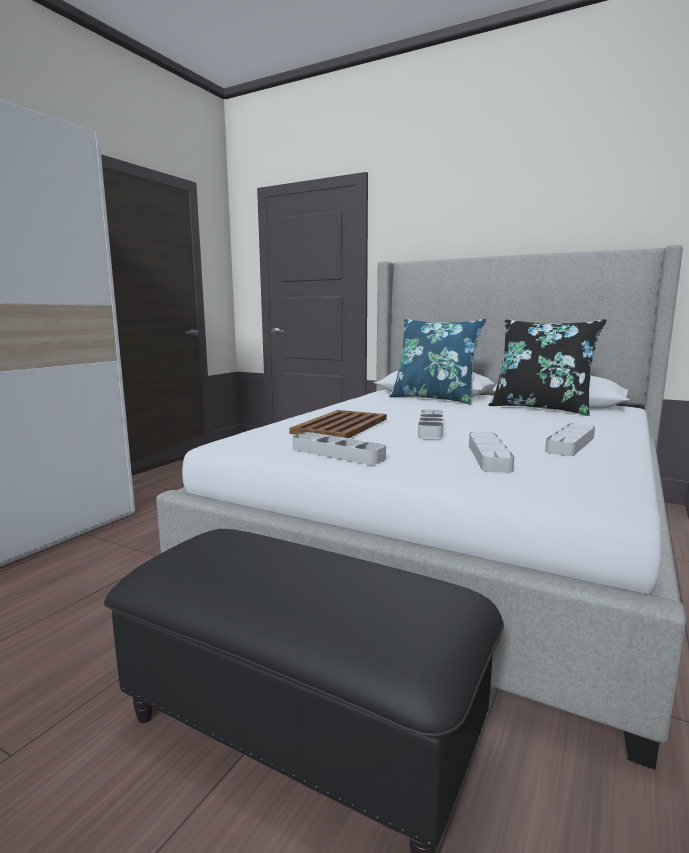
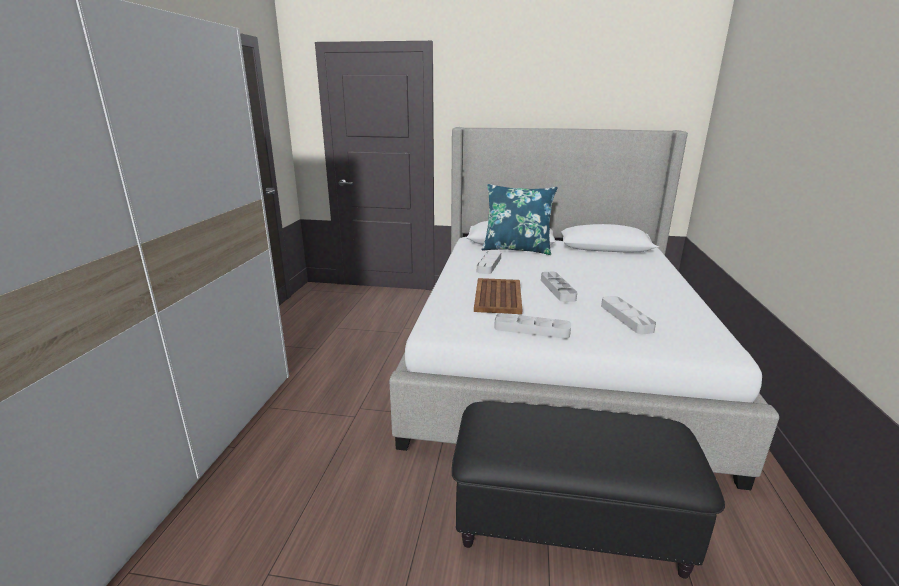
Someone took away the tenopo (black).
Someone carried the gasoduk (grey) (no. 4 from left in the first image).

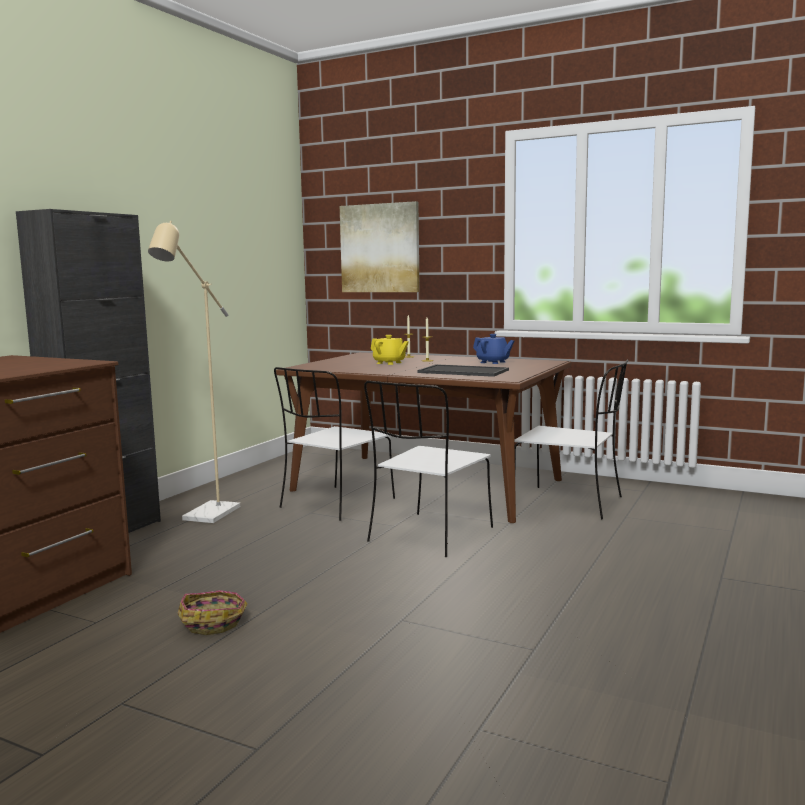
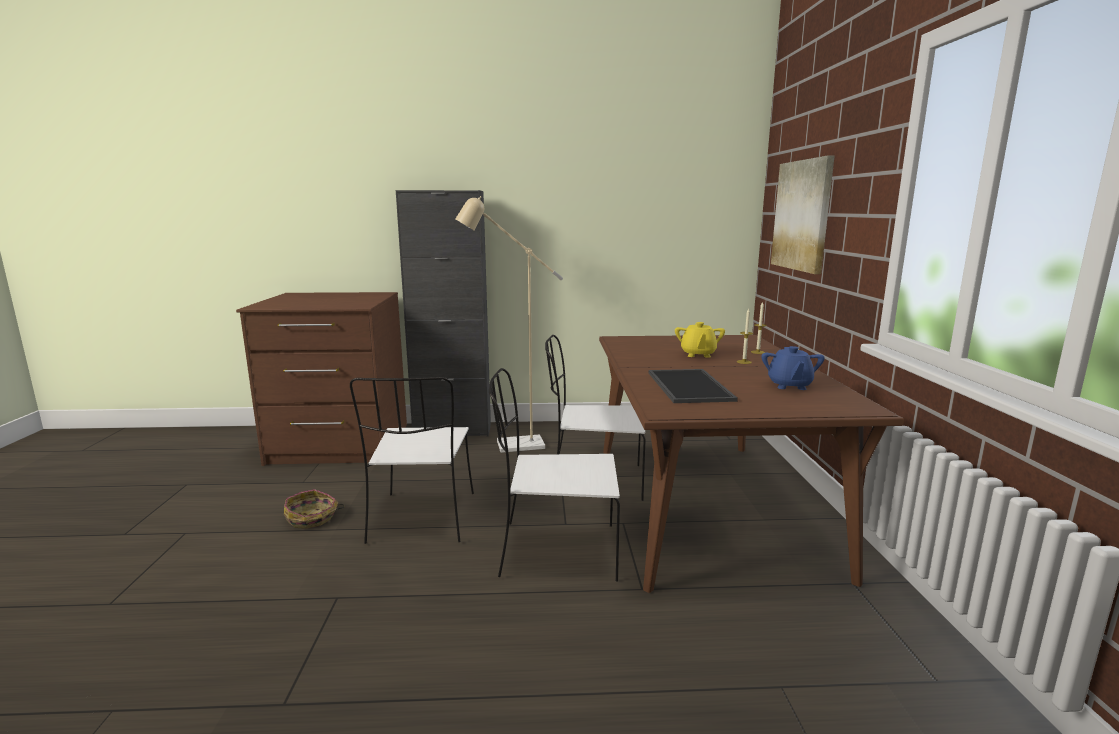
Someone carried the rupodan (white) (no. 3 from left in the first image).

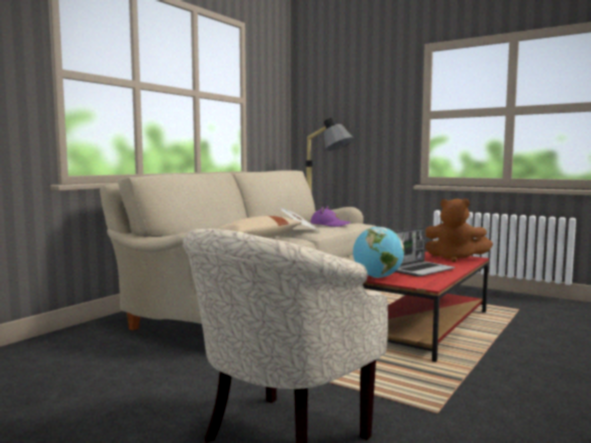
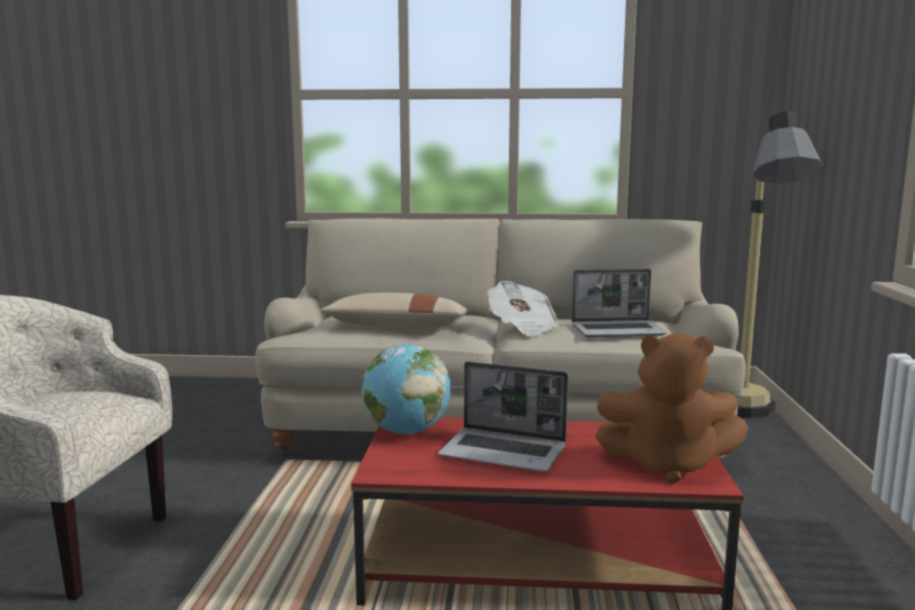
Someone swapped the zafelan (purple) for the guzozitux (no. 2 from left).
Someone rotated the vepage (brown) by 75 degrees counterclockwise.

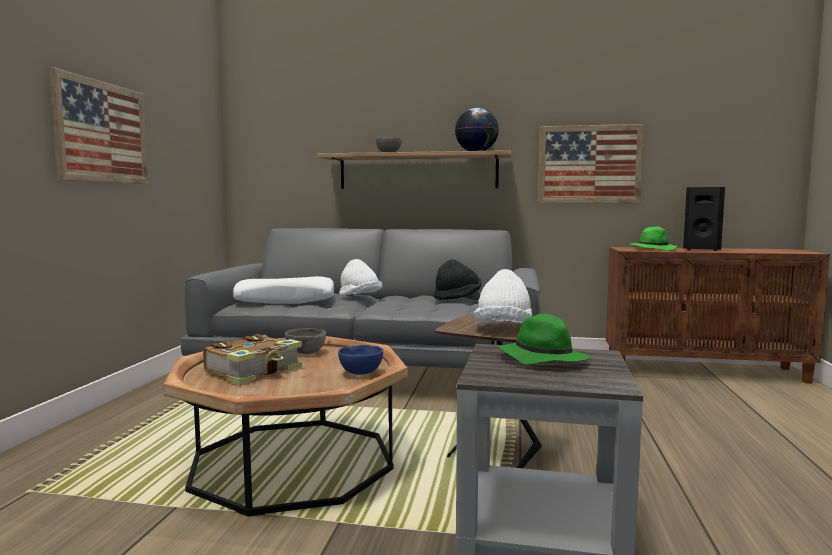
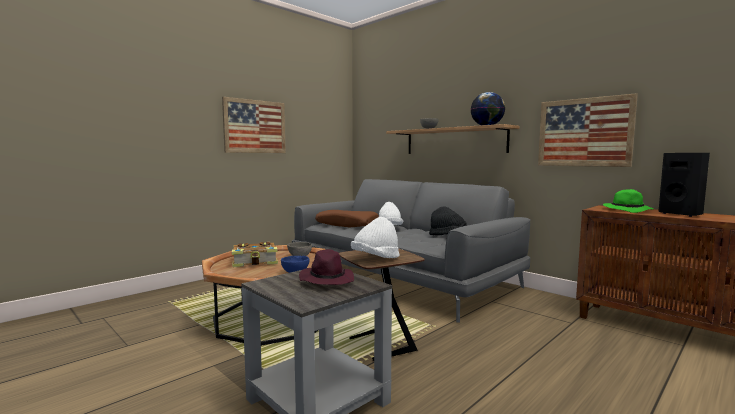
Someone repainted the tenopo (white), which became the tenopo (brown).
Someone repainted the zafelan (green) (no. 1 from left), which became the zafelan (purple).

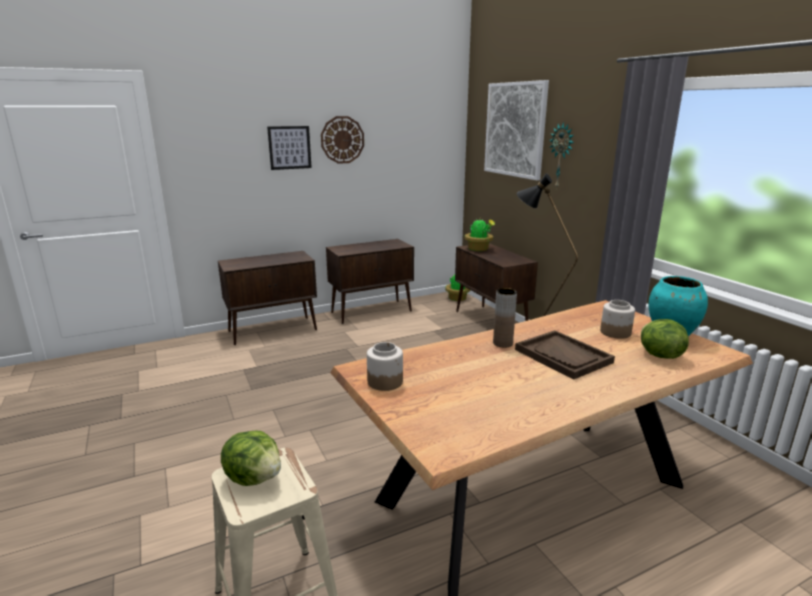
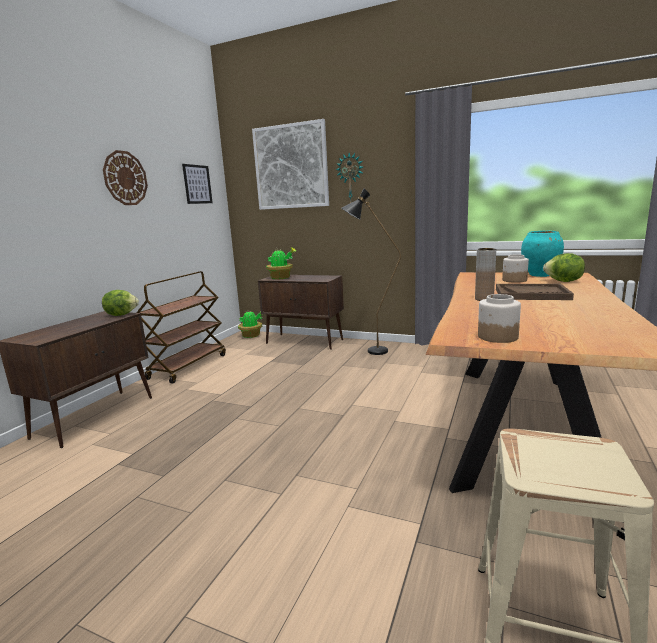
Someone carried the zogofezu (no. 1 from left).
Someone carried the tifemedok (no. 1 from left).
Someone swapped the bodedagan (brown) (no. 2 from left) for the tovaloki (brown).

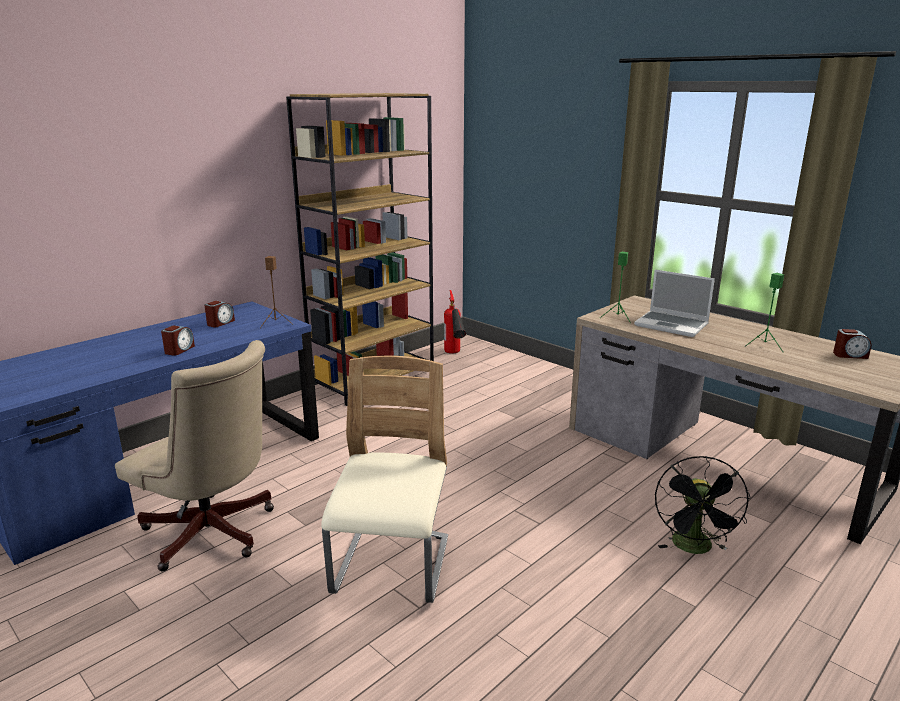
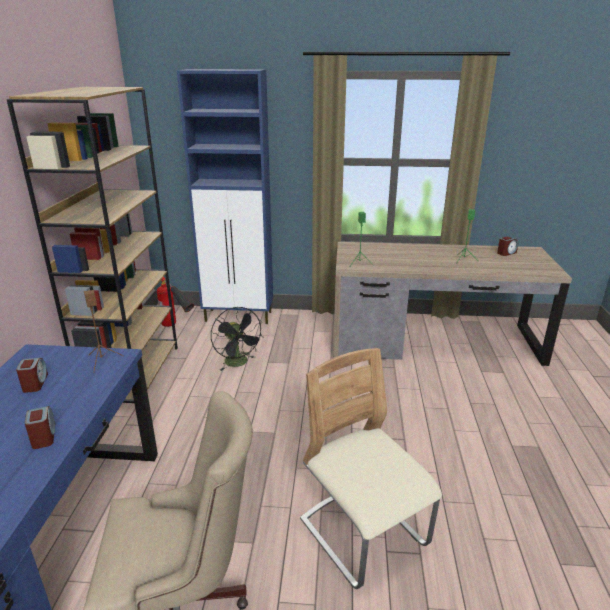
Someone took away the guzozitux.
Someone put down the bodedagan (blue).
Someone carried the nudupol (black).

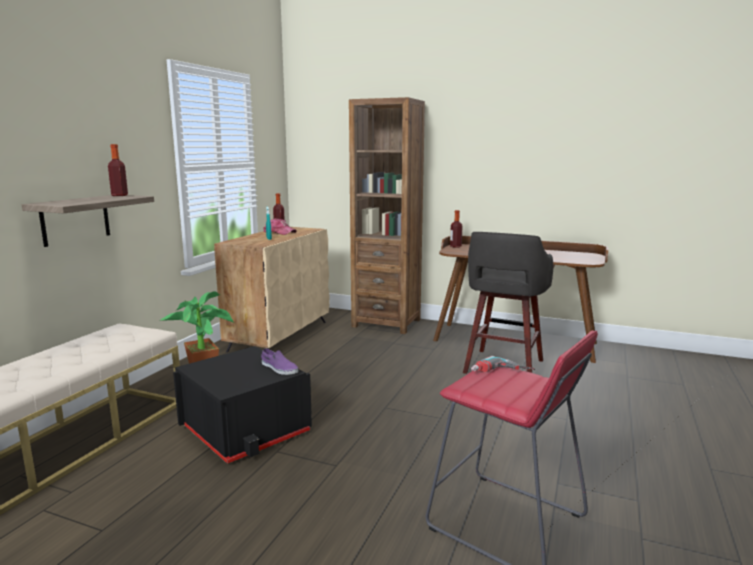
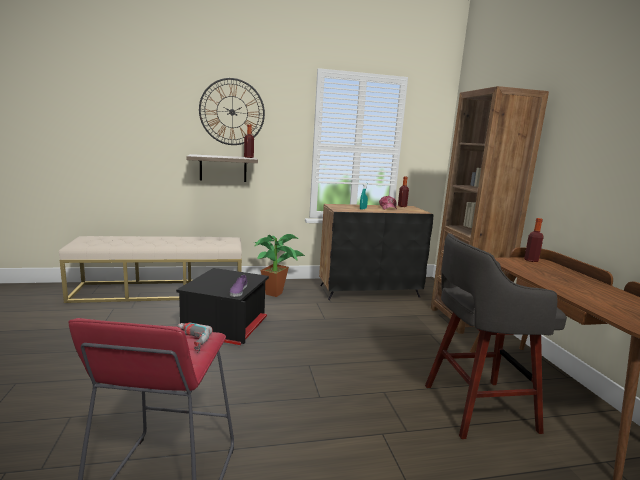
Someone put up the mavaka.
Someone repainted the bodedagan (beige), which became the bodedagan (black).

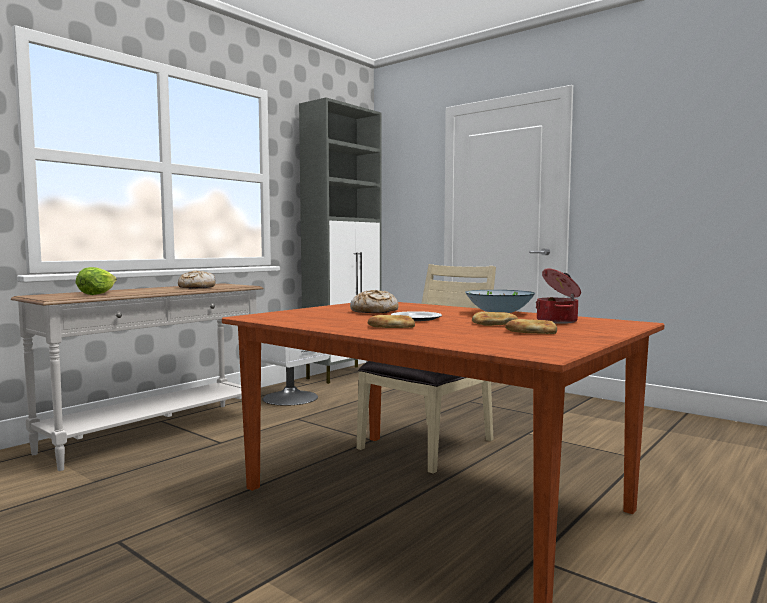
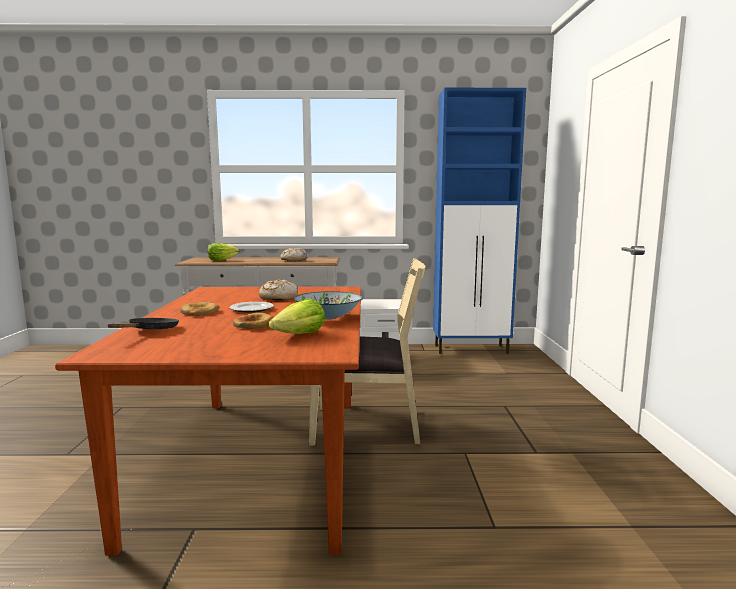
Someone took away the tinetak (no. 5 from left).
Someone put down the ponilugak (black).
Someone swapped the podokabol for the zogofezu (no. 2 from left).
Someone repainted the bodedagan (grey), which became the bodedagan (blue).

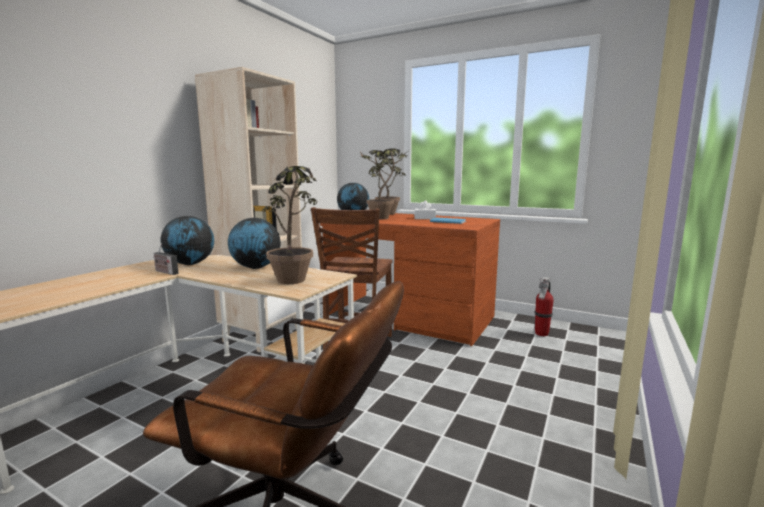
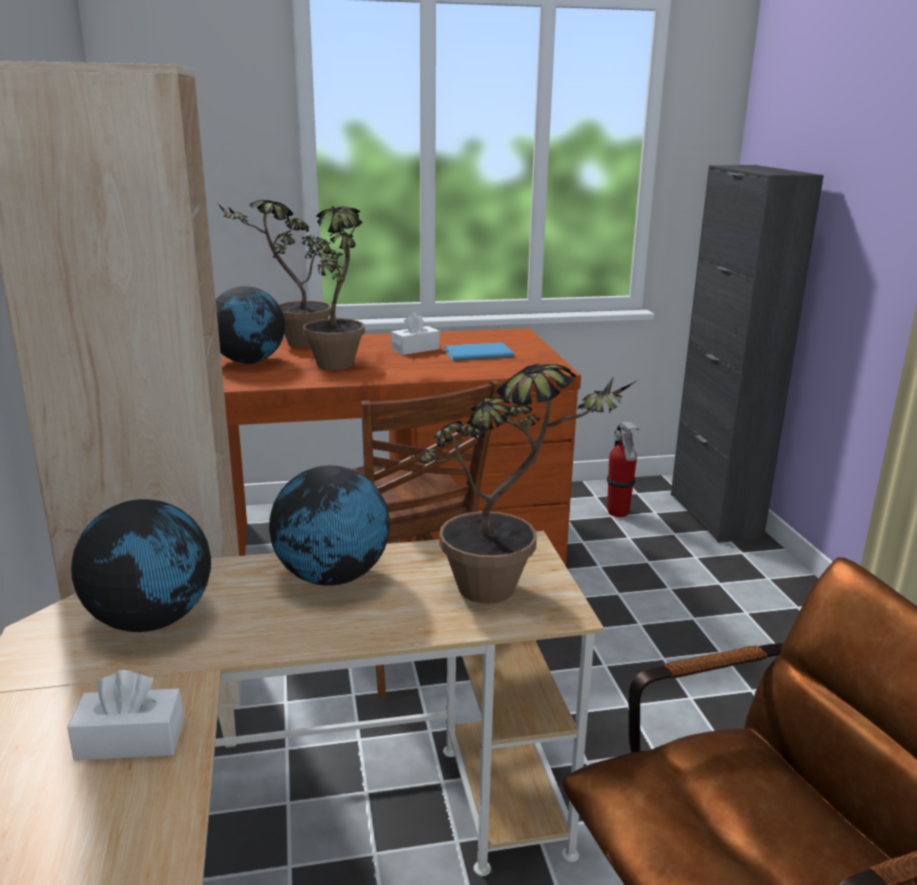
Someone took away the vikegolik.
Someone put down the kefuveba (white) (no. 1 from left).
Someone put down the bodedagan (black).

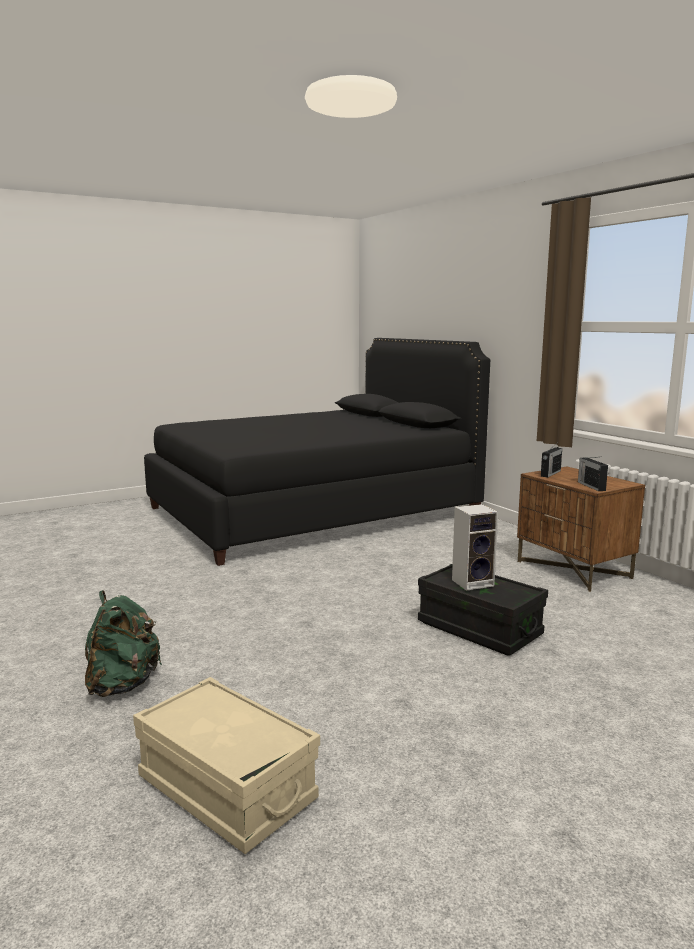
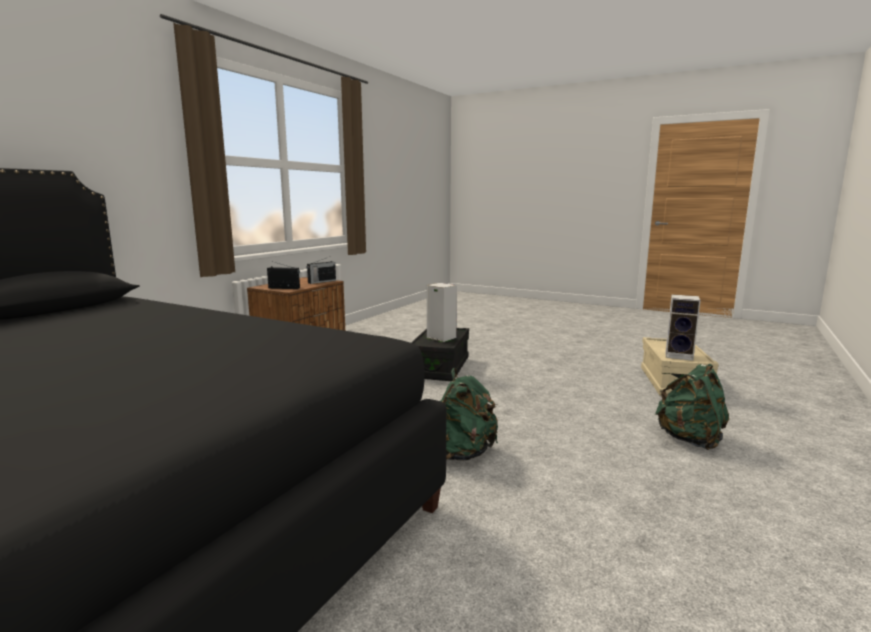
Someone put down the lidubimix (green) (no. 1 from left).
Someone put down the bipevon (no. 2 from left).

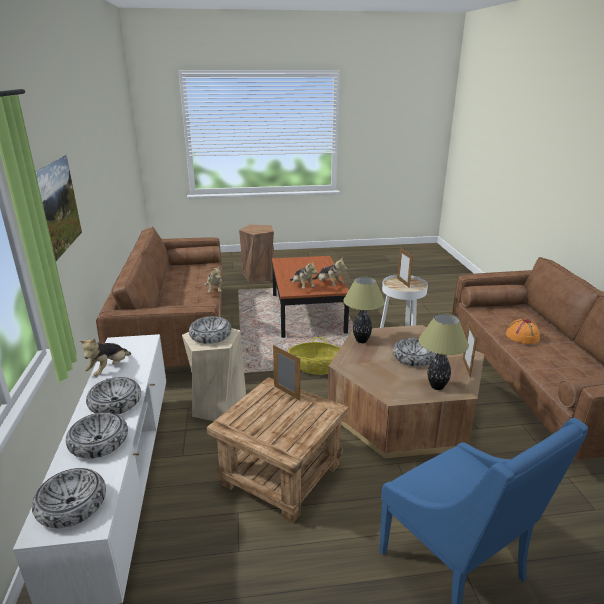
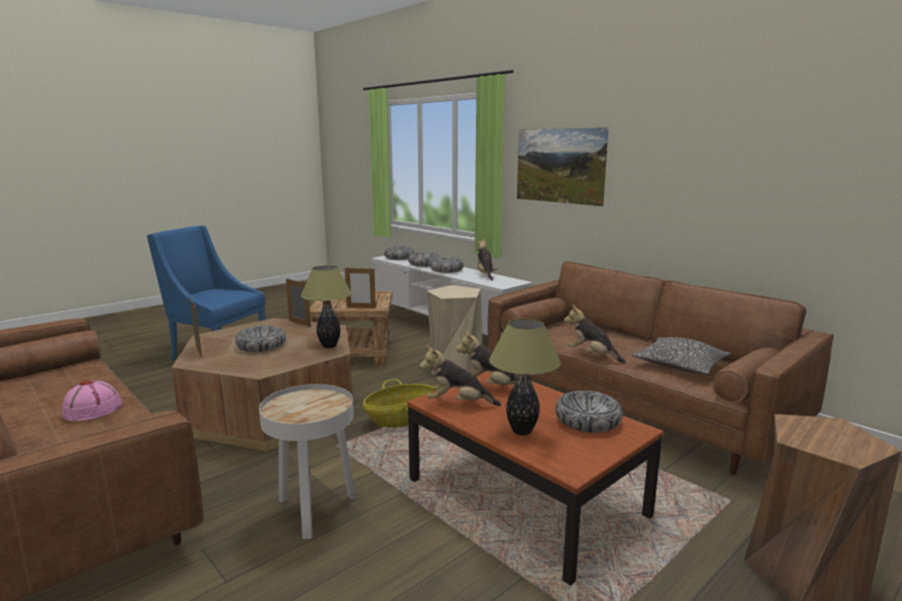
Someone put down the tenopo.
Someone carried the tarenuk (no. 4 from left in the first image).
Someone carried the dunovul (no. 2 from left).
Someone carried the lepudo (no. 2 from left).
Someone repainted the zafelan (orange), which became the zafelan (pink).

